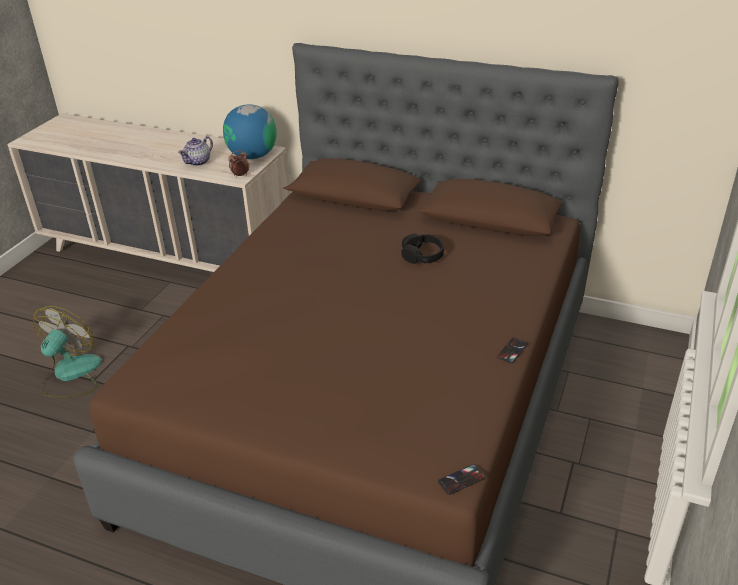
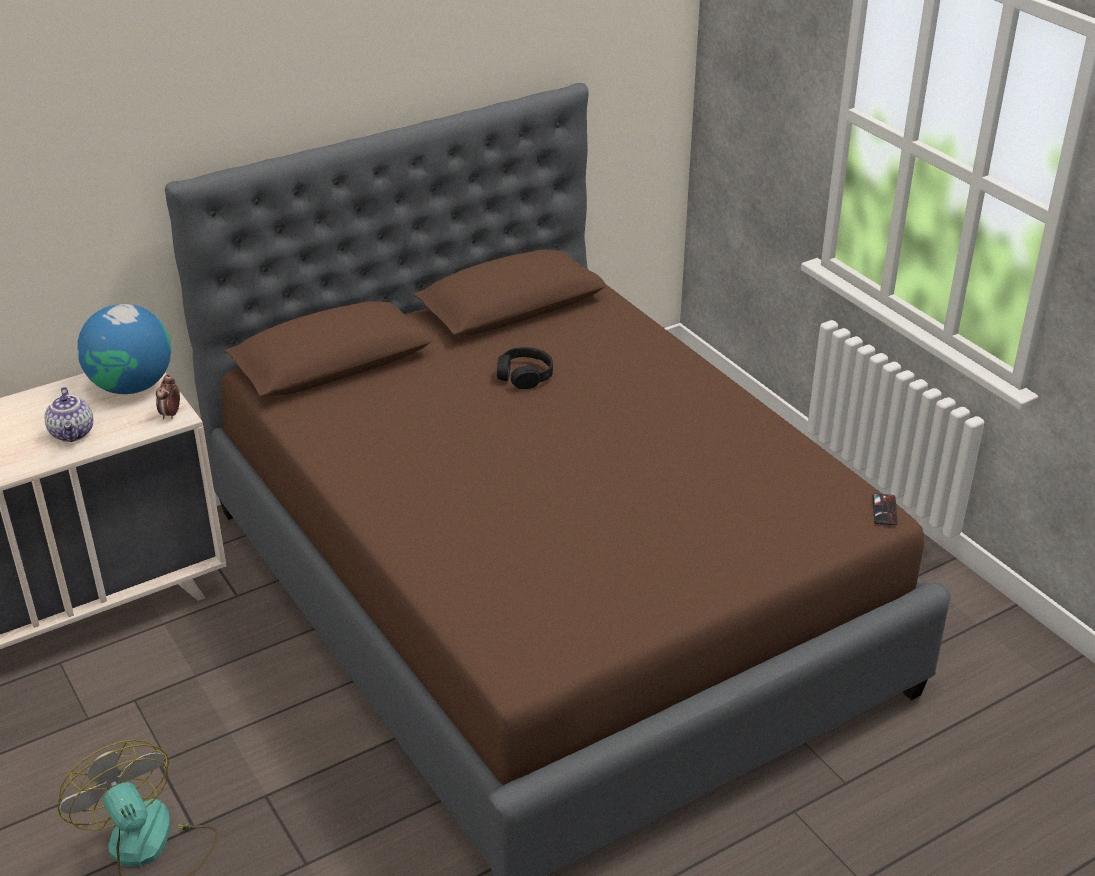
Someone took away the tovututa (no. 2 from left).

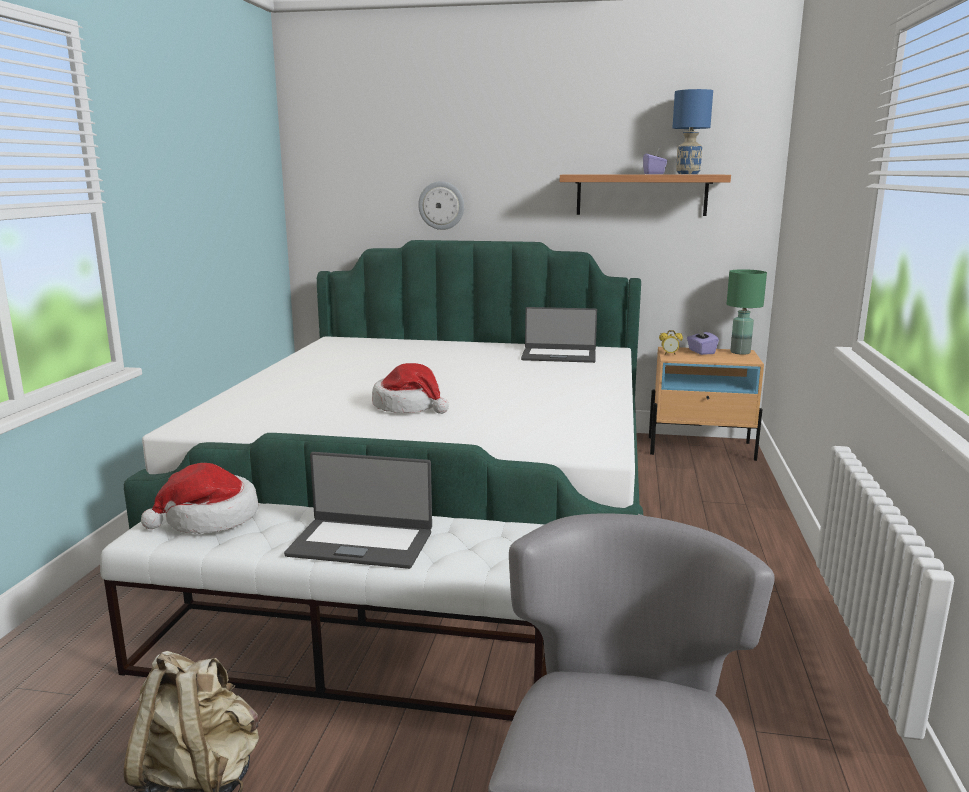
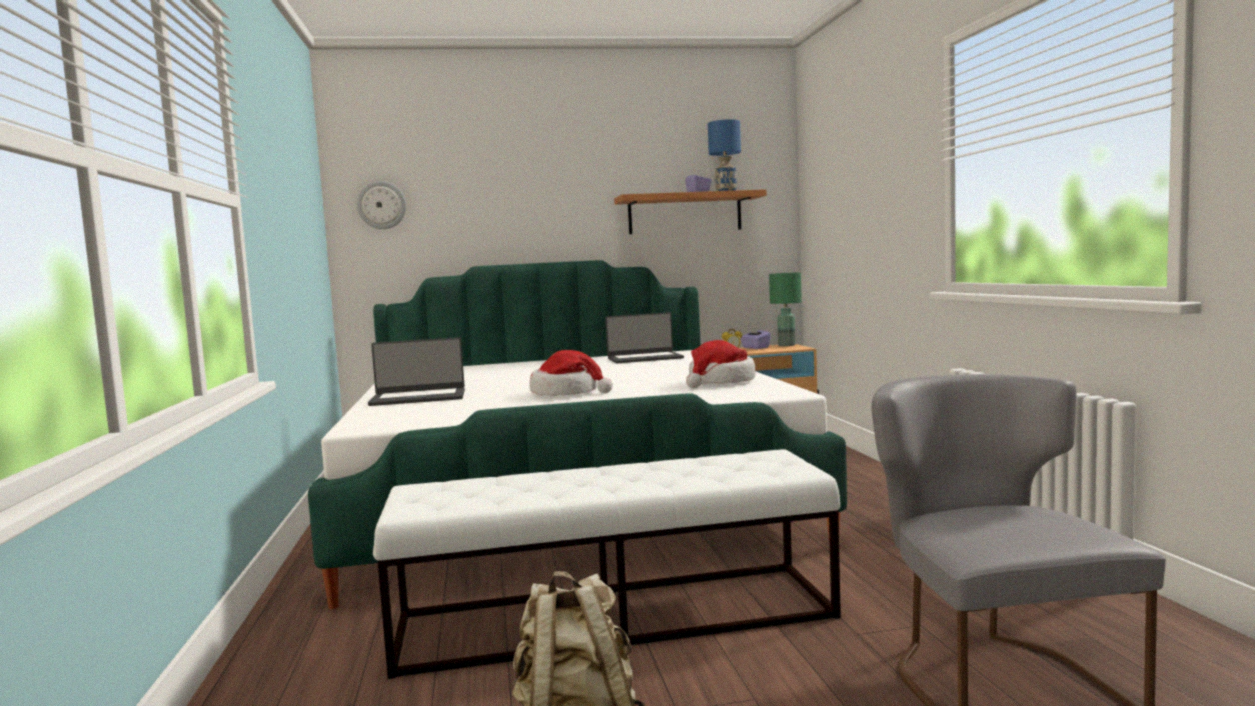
Someone carried the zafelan (no. 1 from left in the first image).
Someone carried the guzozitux (no. 1 from left).
Someone carried the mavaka.

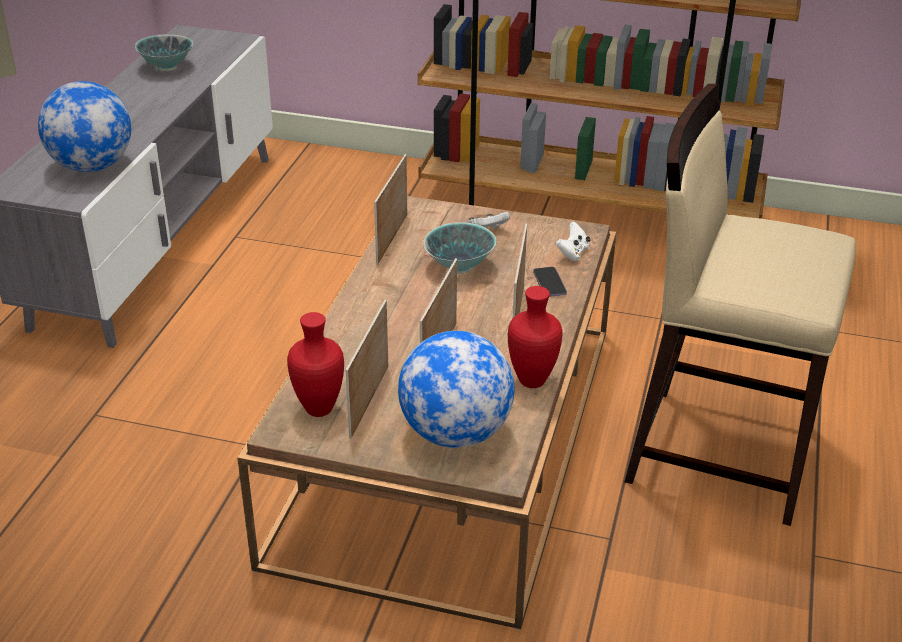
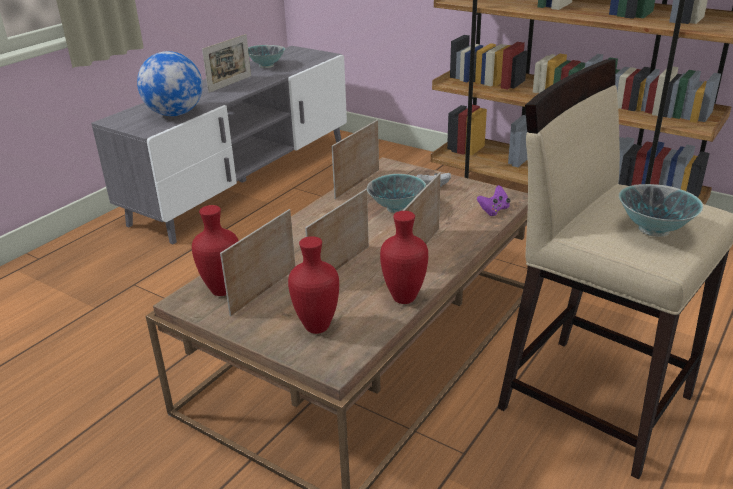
Someone took away the tovututa.
Someone put down the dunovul (no. 1 from left).
Someone put down the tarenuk (no. 3 from left).
Someone swapped the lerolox (no. 2 from left) for the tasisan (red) (no. 2 from left).
Someone repainted the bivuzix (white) (no. 2 from left), which became the bivuzix (purple).

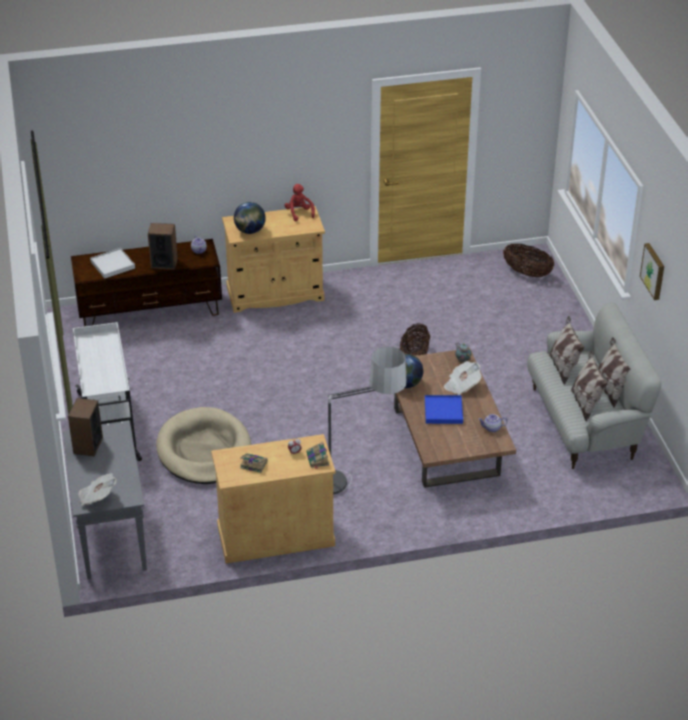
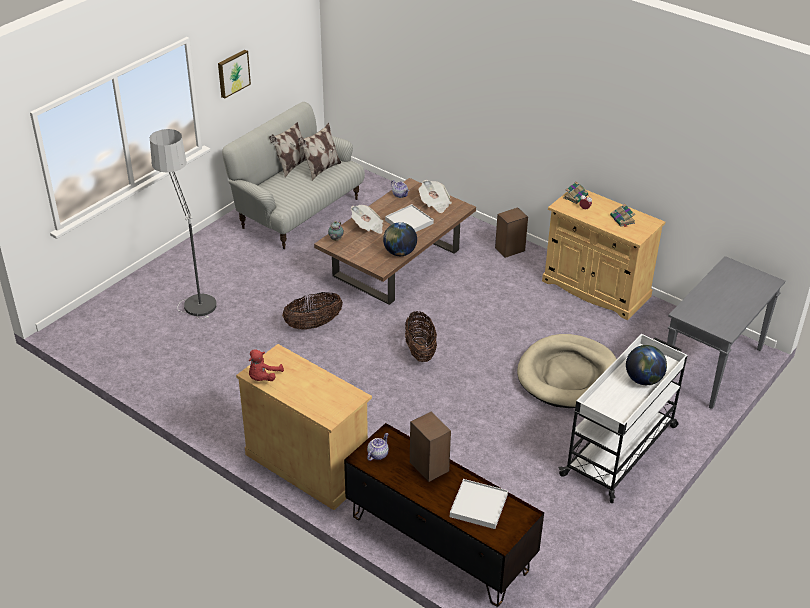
Someone took away the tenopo (no. 1 from left).
Someone carried the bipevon (no. 1 from left in the first image).
Someone carried the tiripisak (no. 1 from left in the first image).
Someone carried the lerolox (no. 1 from left in the first image).
Someone carried the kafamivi.
Someone carried the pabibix (no. 2 from left).
Someone repainted the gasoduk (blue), which became the gasoduk (white) (no. 1 from left).

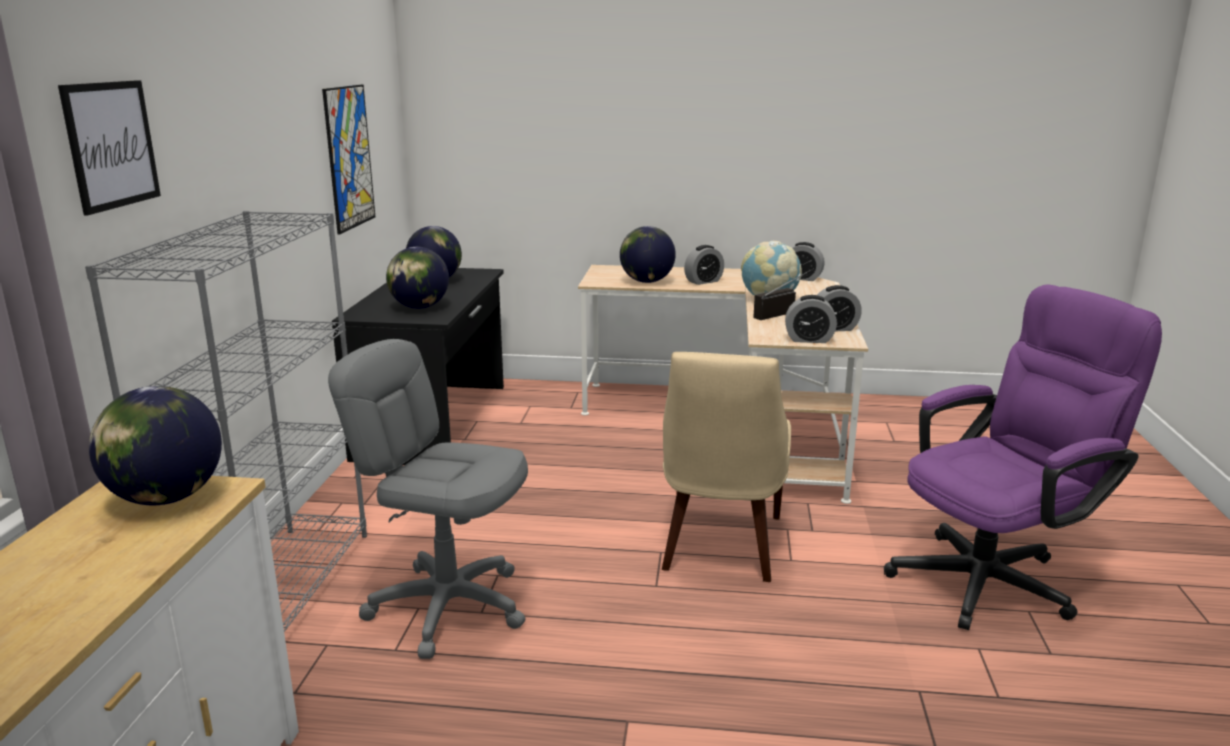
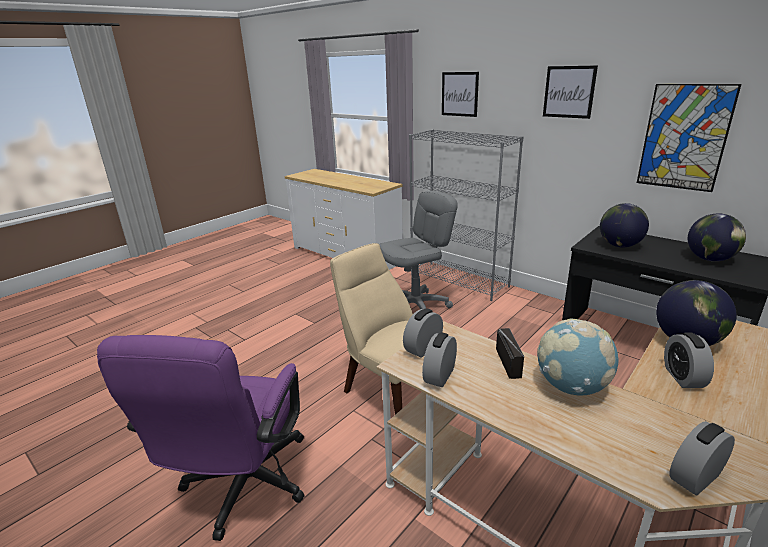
Someone took away the lerolox (no. 1 from left).
Someone put up the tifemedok (no. 2 from left).

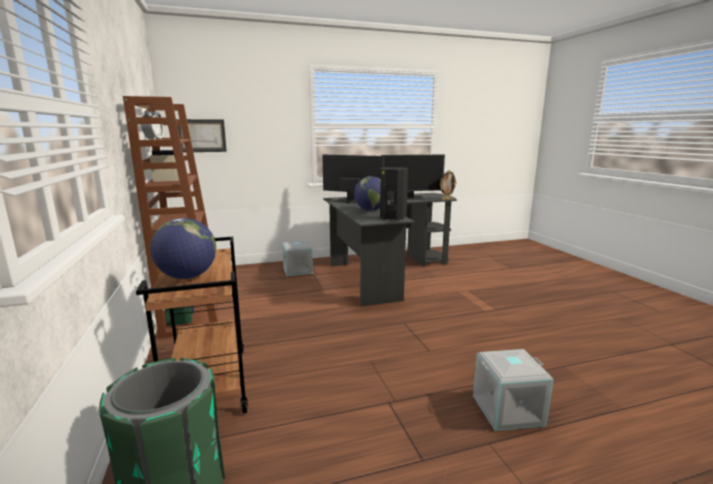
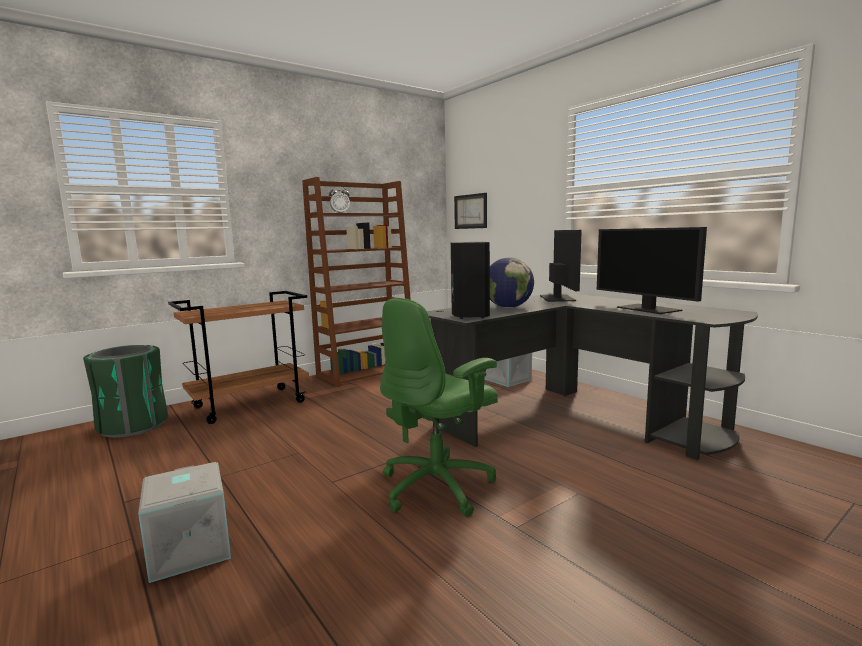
Someone took away the lerolox (no. 1 from left).
Someone took away the dunovul.
Someone put down the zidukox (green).

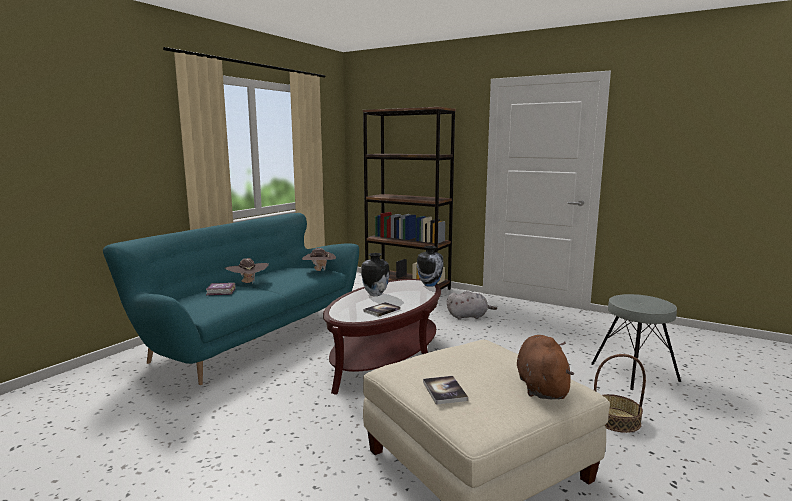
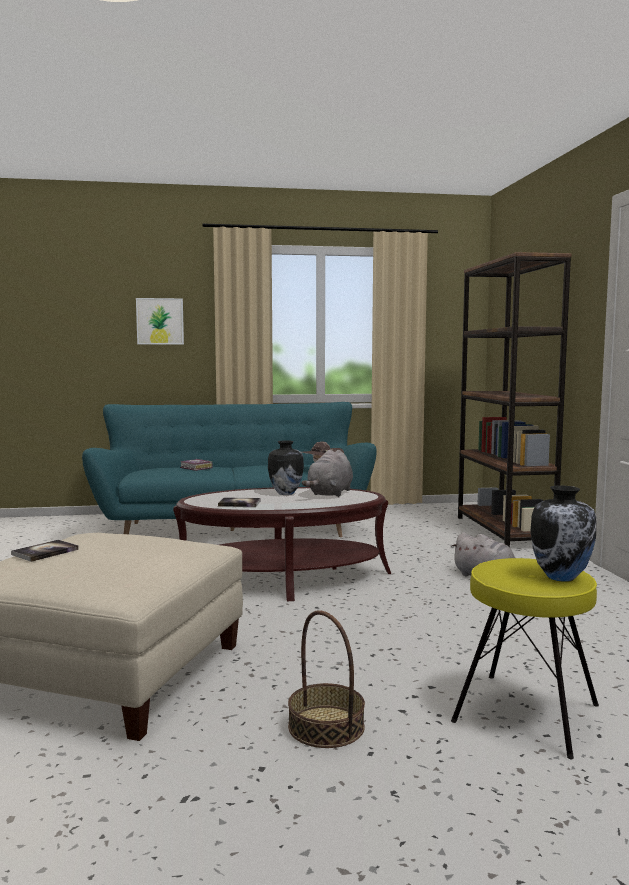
Someone took away the zafelan (brown) (no. 1 from left).
Someone took away the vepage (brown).
Someone put up the tifemedok.
Someone put down the vepage (grey) (no. 1 from left).
Someone carried the tasisan (no. 2 from left).
Someone repainted the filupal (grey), which became the filupal (yellow).

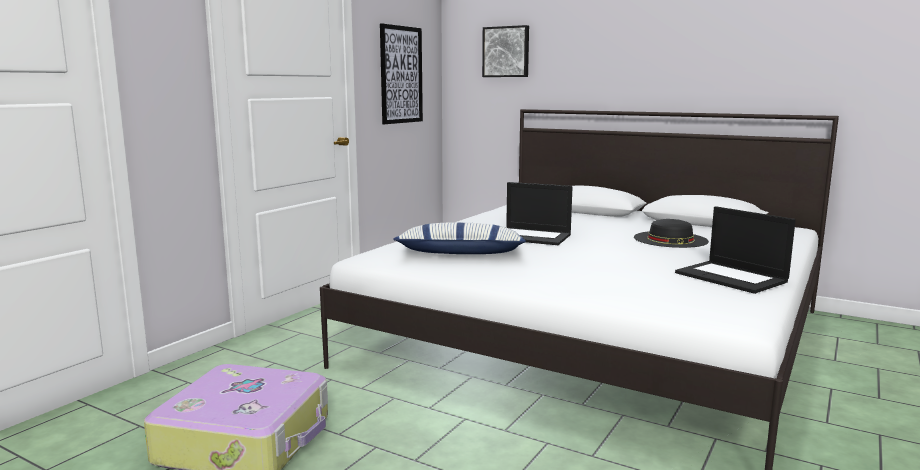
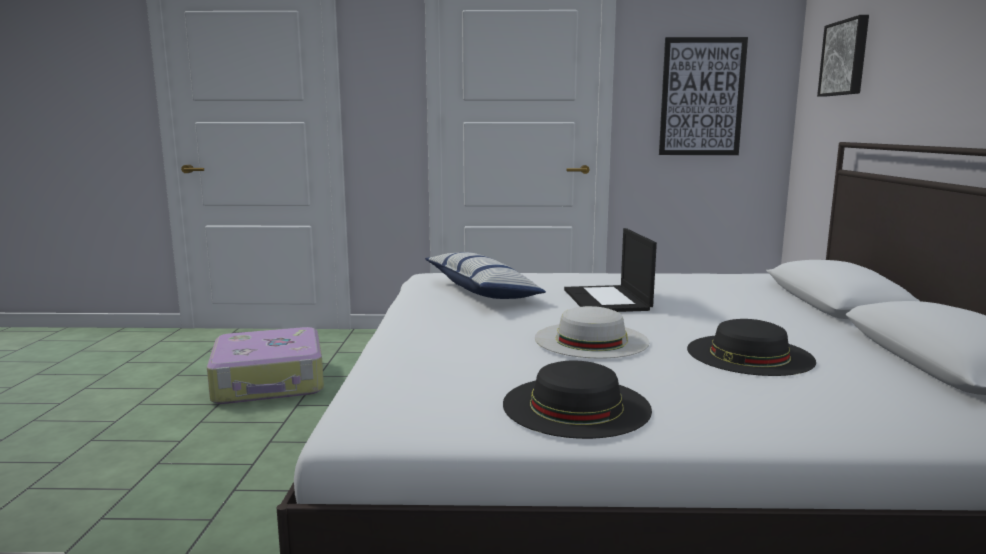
Someone put down the zafelan (white).
Someone swapped the guzozitux (no. 2 from left) for the zafelan (black) (no. 1 from left).

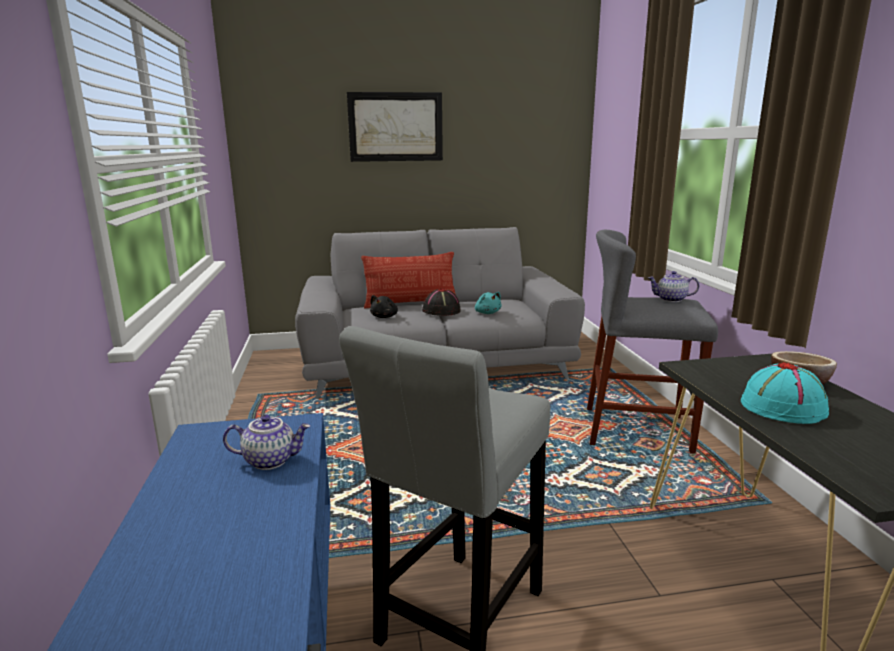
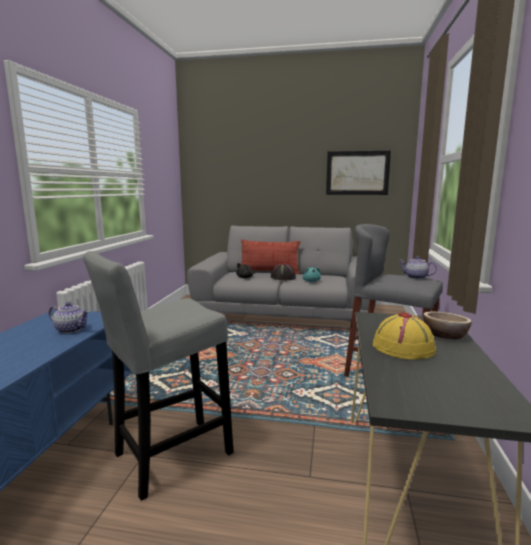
Someone carried the tifemedok.
Someone repainted the zafelan (turquoise), which became the zafelan (yellow).

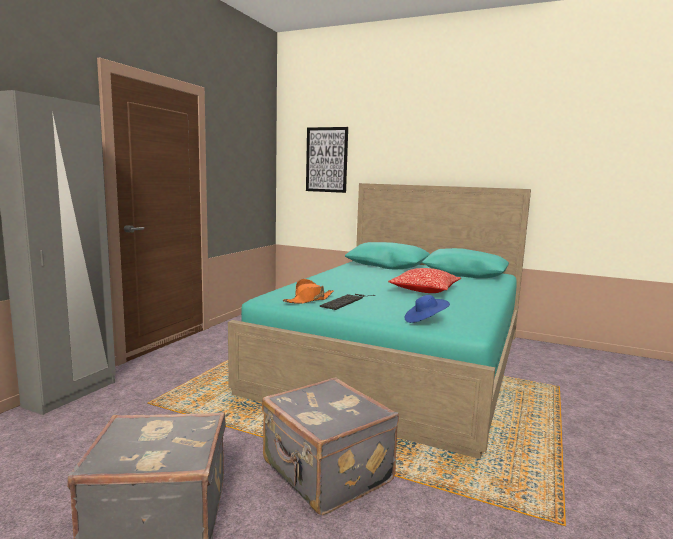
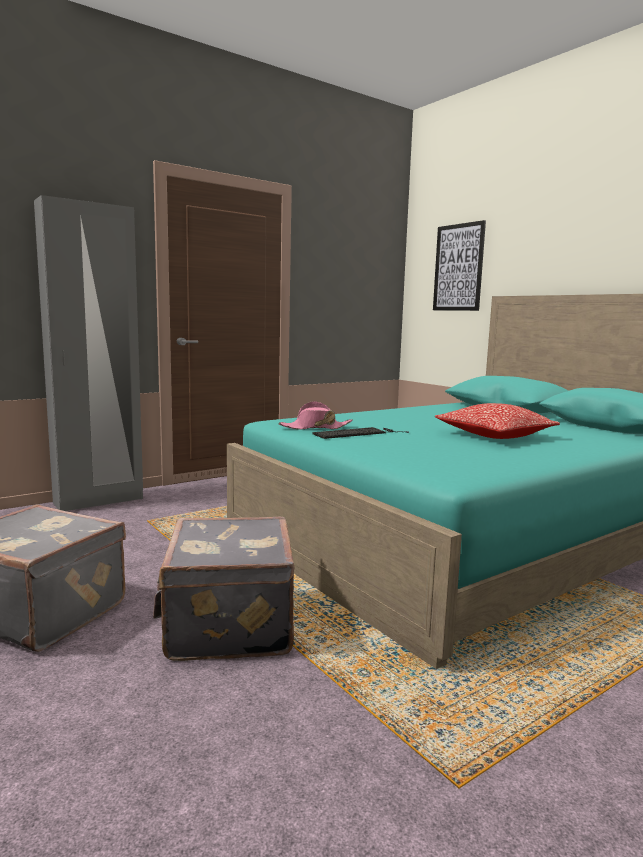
Someone took away the zafelan (blue).
Someone repainted the zafelan (orange), which became the zafelan (pink).

